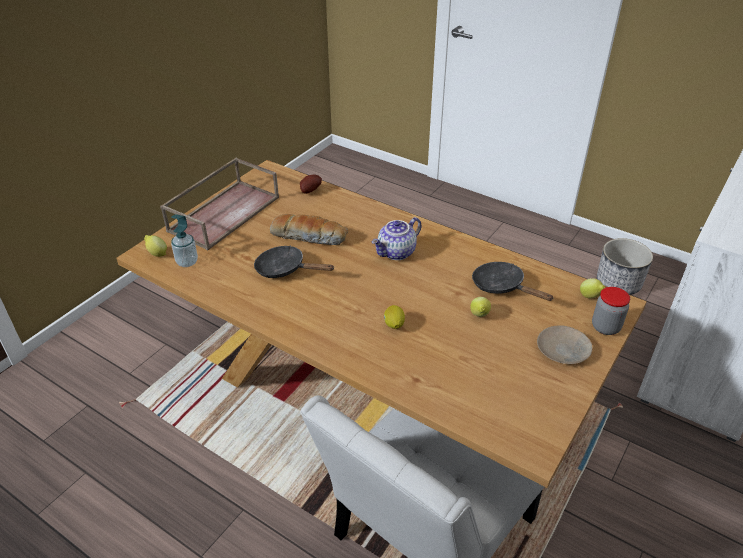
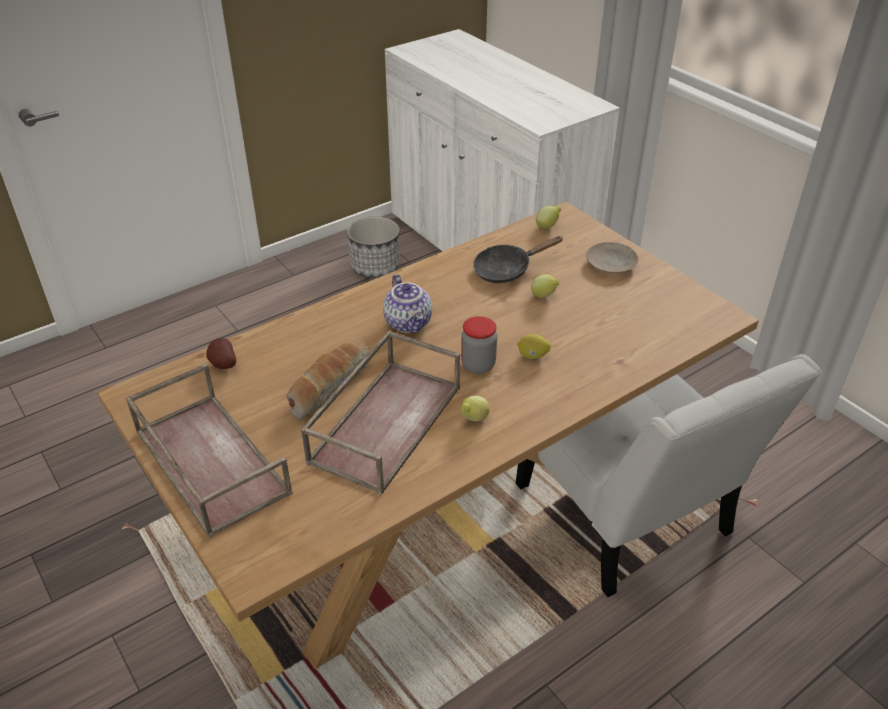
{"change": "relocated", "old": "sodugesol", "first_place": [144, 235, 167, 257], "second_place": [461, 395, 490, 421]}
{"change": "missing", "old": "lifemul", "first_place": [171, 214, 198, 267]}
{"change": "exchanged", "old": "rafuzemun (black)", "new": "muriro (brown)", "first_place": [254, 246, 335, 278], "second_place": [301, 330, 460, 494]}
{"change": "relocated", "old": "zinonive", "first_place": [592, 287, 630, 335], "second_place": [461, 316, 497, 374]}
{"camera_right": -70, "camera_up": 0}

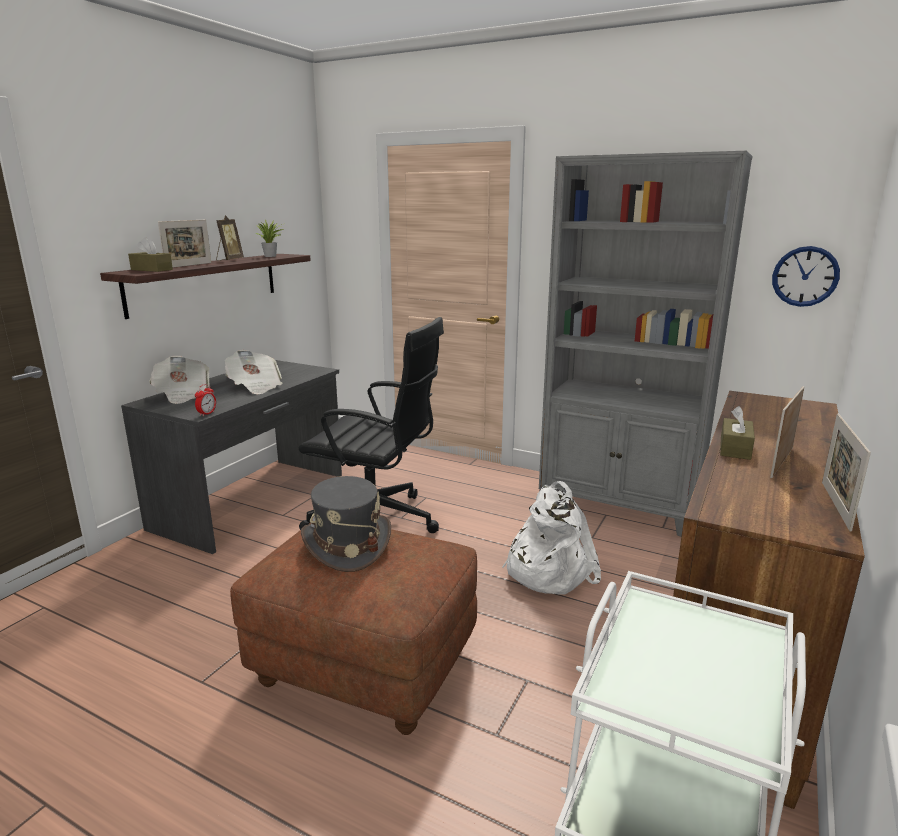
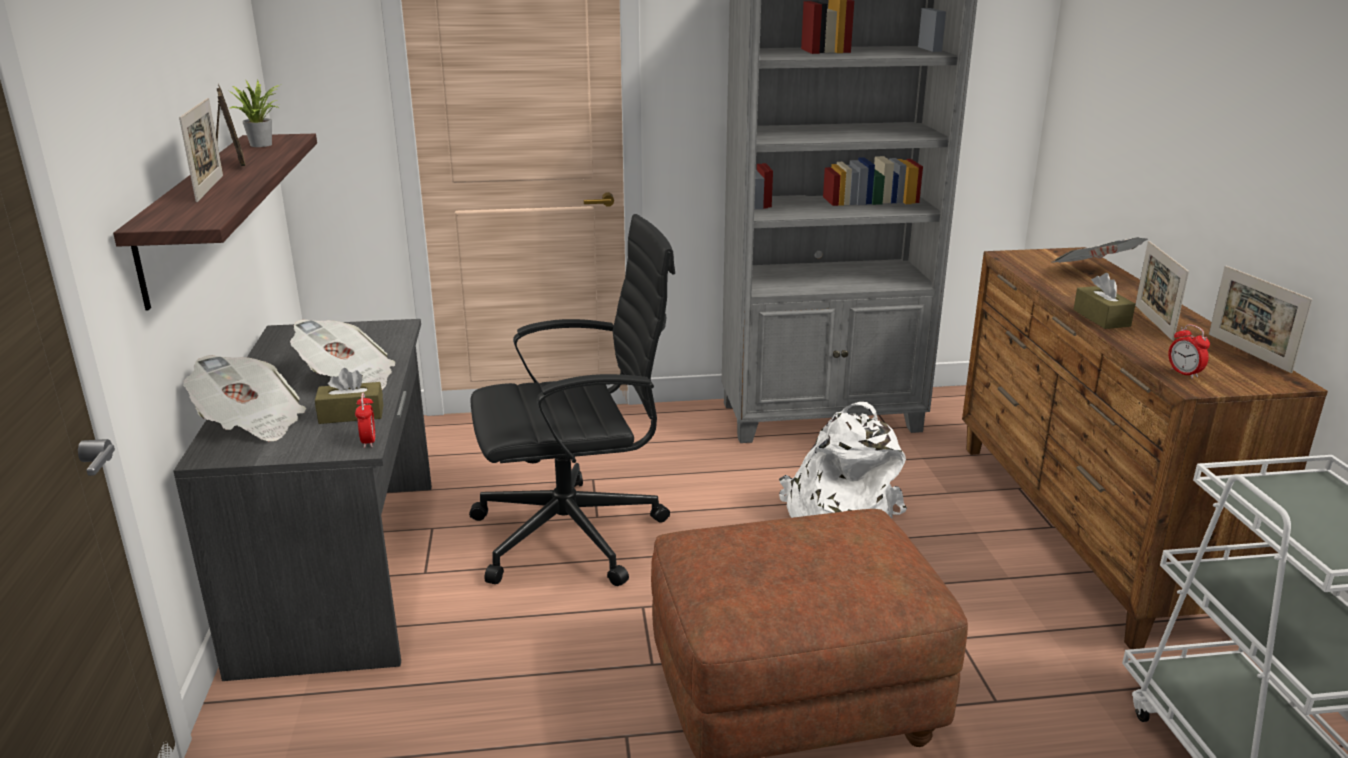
{"change": "relocated", "old": "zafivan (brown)", "first_place": [128, 237, 173, 272], "second_place": [315, 368, 383, 424]}
{"change": "missing", "old": "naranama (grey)", "first_place": [301, 476, 391, 572]}
{"change": "missing", "old": "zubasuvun", "first_place": [772, 246, 840, 307]}
{"change": "appeared", "new": "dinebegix", "second_place": [1052, 237, 1148, 263]}
{"change": "appeared", "new": "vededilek", "second_place": [1168, 324, 1210, 379]}
{"camera_right": -35, "camera_up": 5}

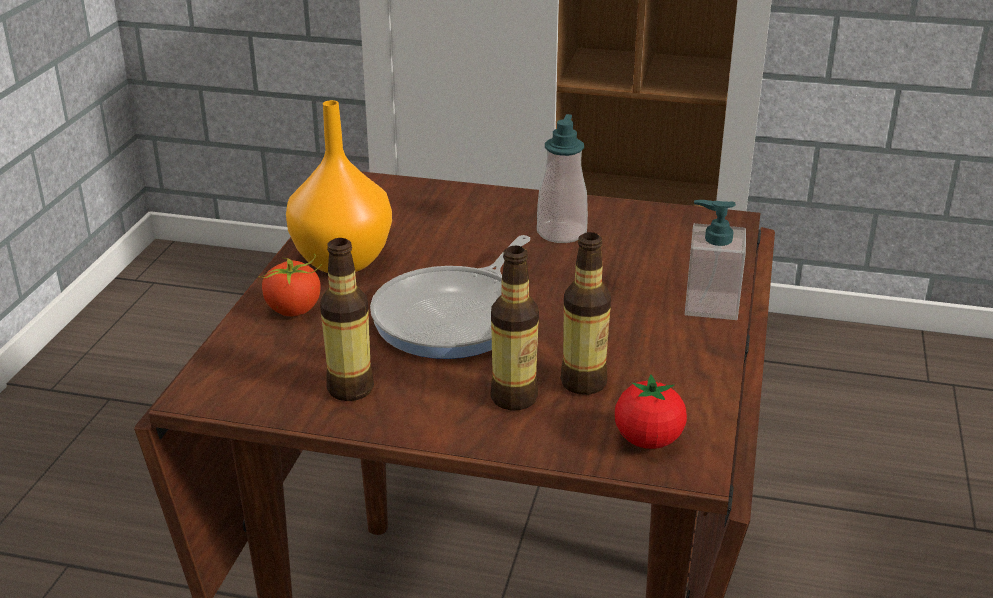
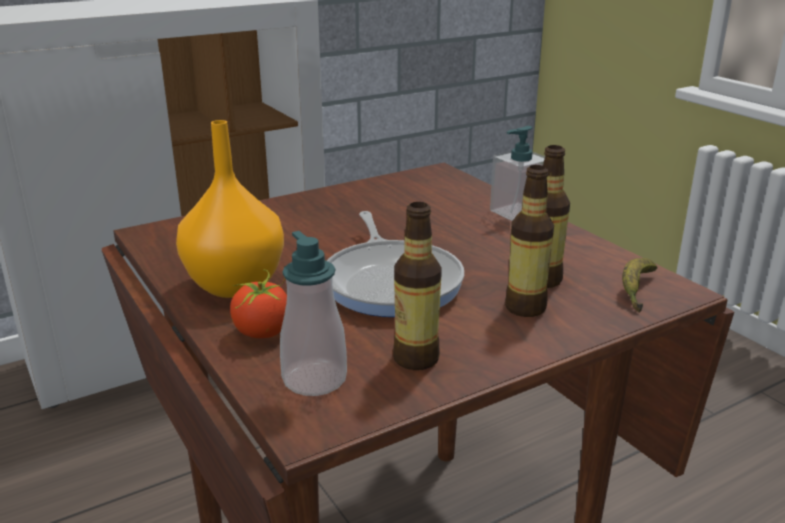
{"change": "relocated", "old": "lifemul", "first_place": [537, 114, 588, 243], "second_place": [280, 231, 347, 396]}
{"change": "exchanged", "old": "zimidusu", "new": "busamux", "first_place": [615, 374, 687, 449], "second_place": [622, 258, 658, 312]}
{"camera_right": -45, "camera_up": -5}

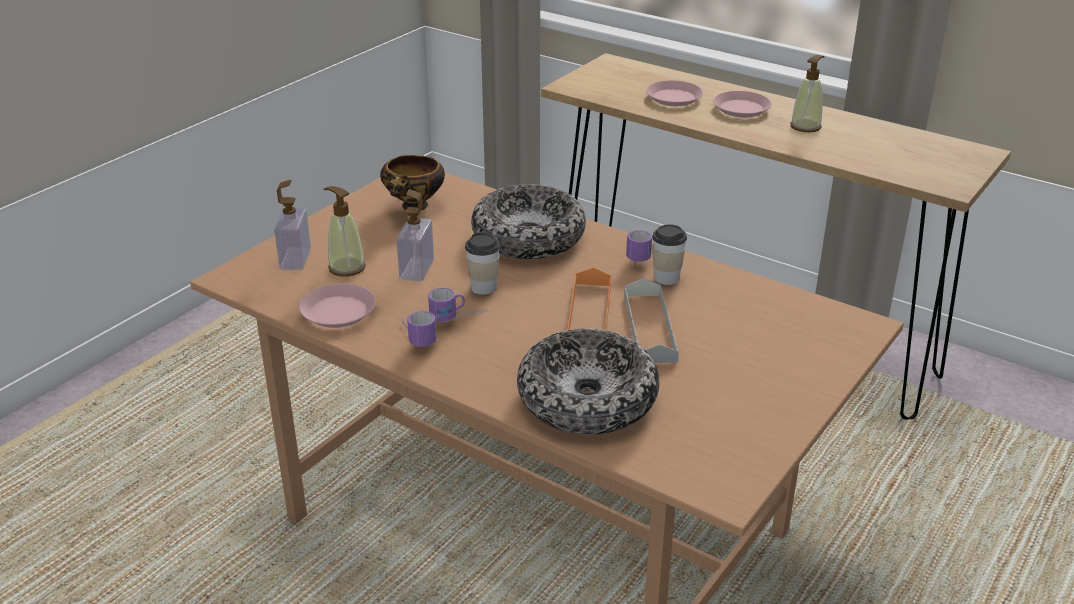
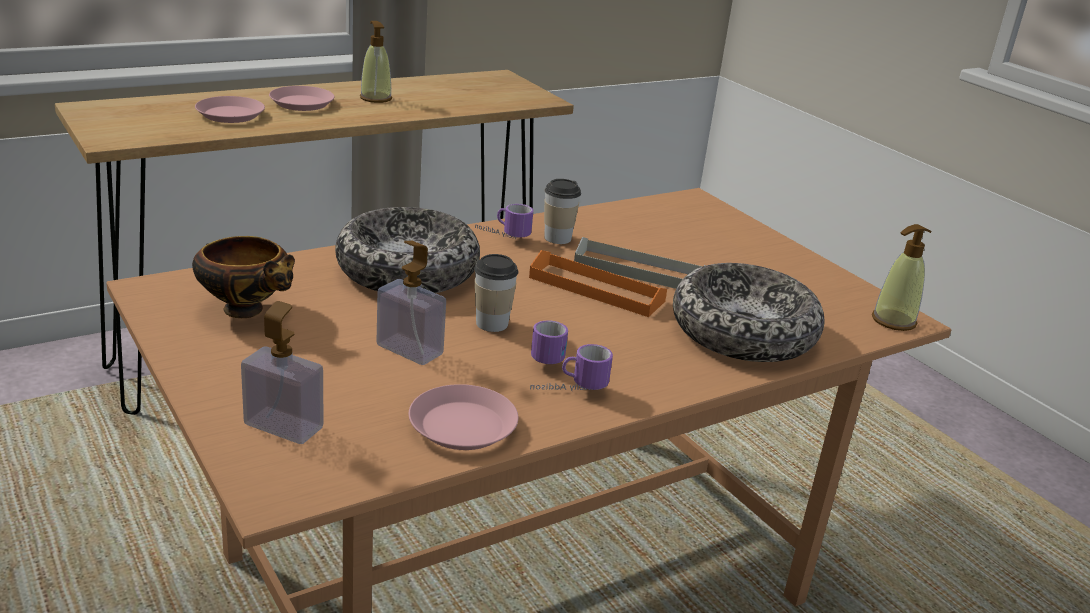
{"change": "relocated", "old": "lifemul", "first_place": [324, 186, 366, 277], "second_place": [872, 224, 932, 331]}
{"camera_right": -70, "camera_up": -5}

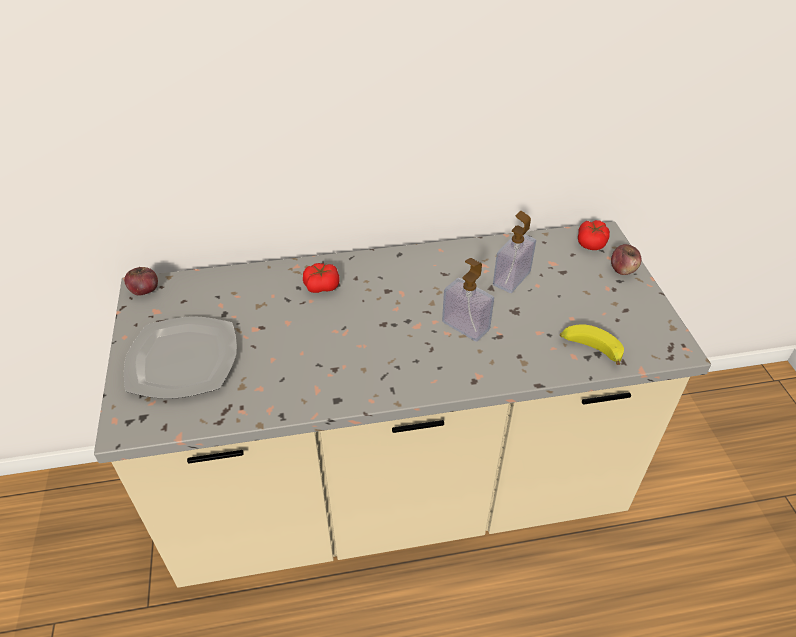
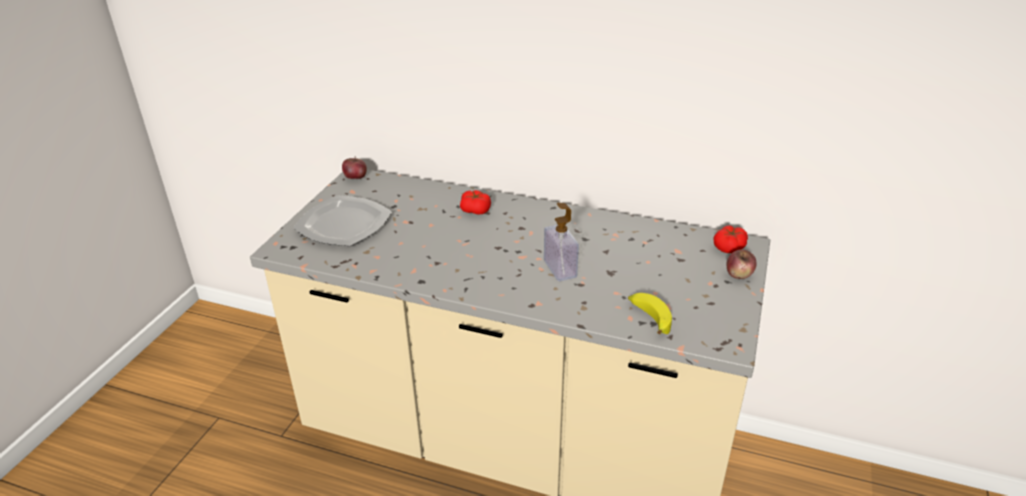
{"change": "missing", "old": "lifemul", "first_place": [493, 211, 536, 293]}
{"camera_right": 30, "camera_up": -10}

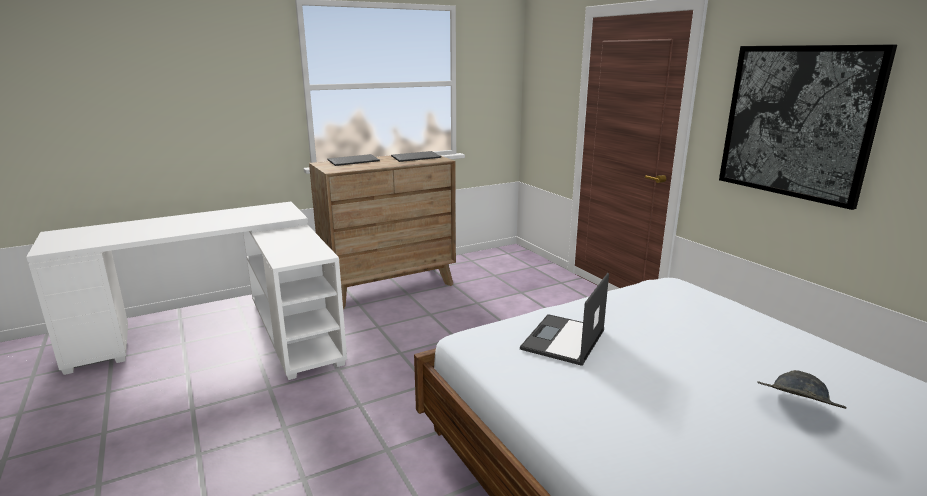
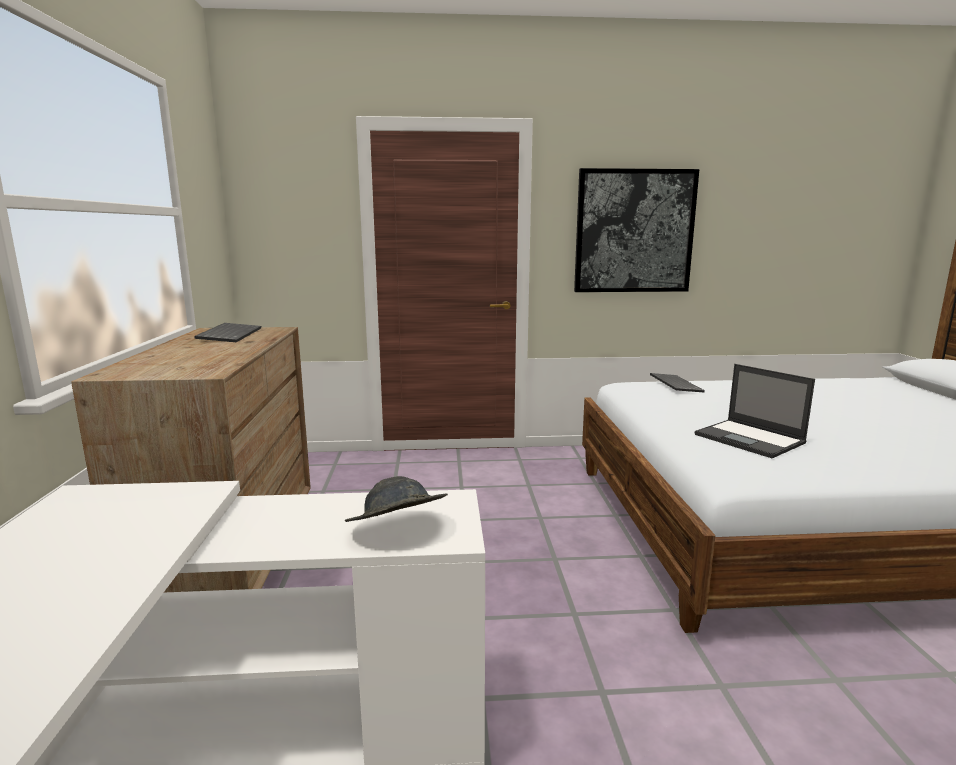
{"change": "relocated", "old": "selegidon", "first_place": [327, 154, 380, 166], "second_place": [650, 373, 705, 392]}
{"change": "relocated", "old": "naranama (grey)", "first_place": [757, 370, 846, 409], "second_place": [345, 476, 448, 522]}
{"camera_right": -65, "camera_up": -5}

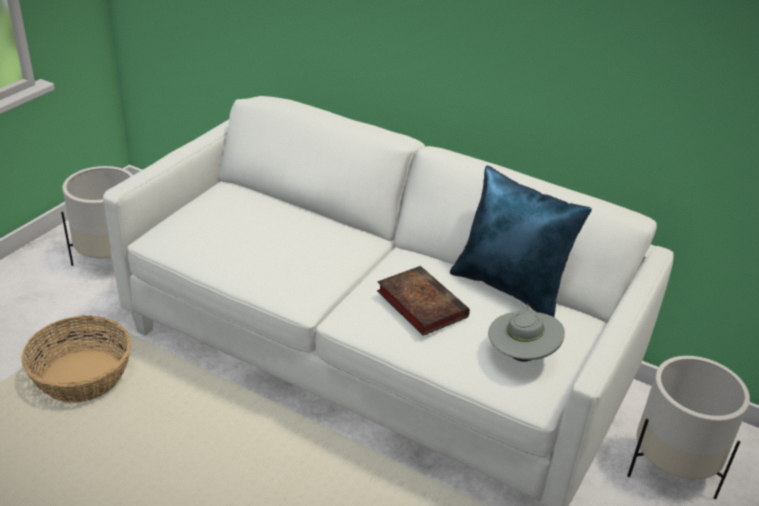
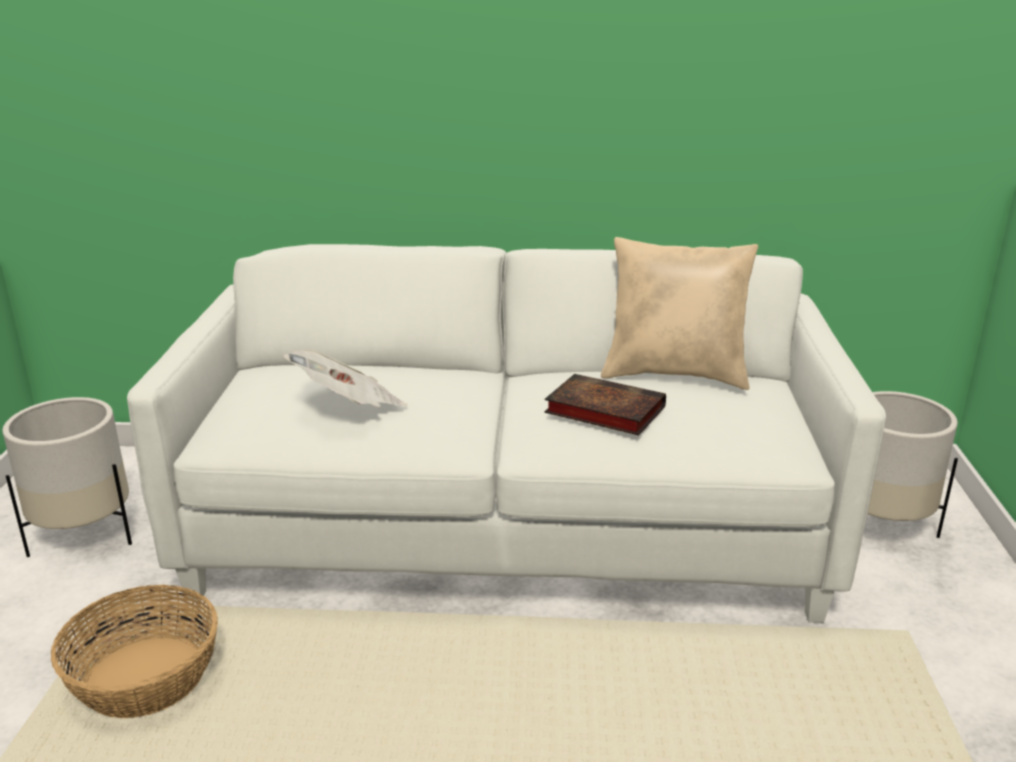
{"change": "colour", "old": "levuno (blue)", "new": "levuno (beige)", "first_place": [450, 166, 592, 317], "second_place": [601, 237, 758, 390]}
{"change": "missing", "old": "naranama (grey)", "first_place": [488, 303, 565, 362]}
{"change": "appeared", "new": "dinebegix", "second_place": [283, 350, 408, 407]}
{"camera_right": -25, "camera_up": -10}

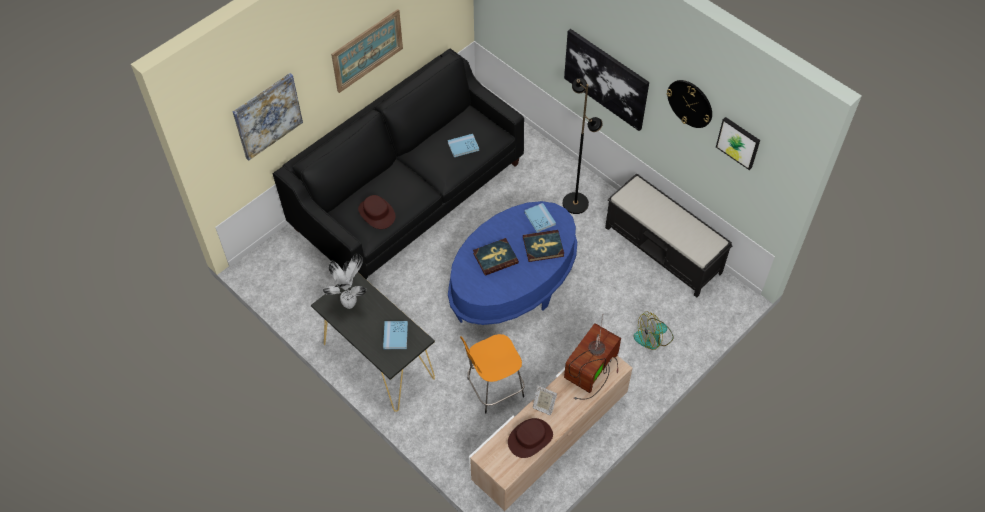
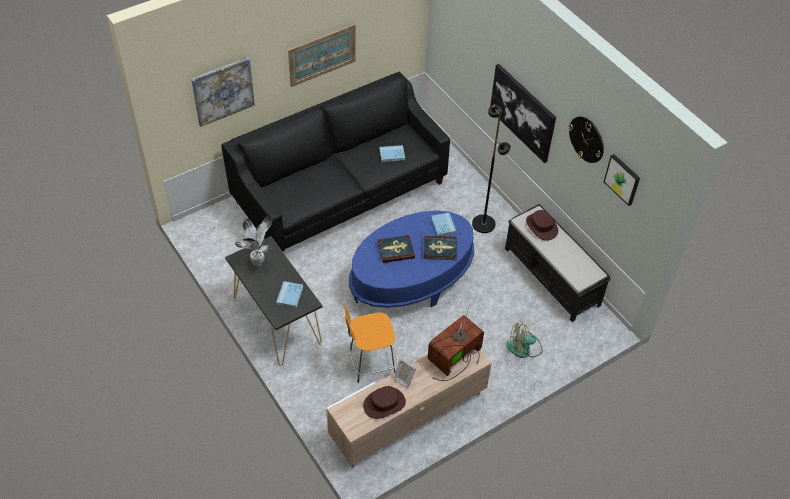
{"change": "relocated", "old": "naranama (brown)", "first_place": [358, 195, 395, 229], "second_place": [526, 210, 558, 241]}
{"camera_right": 10, "camera_up": -5}

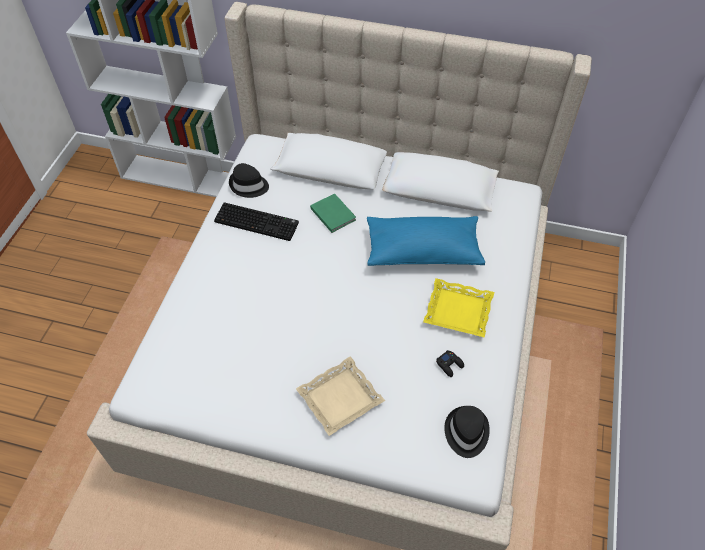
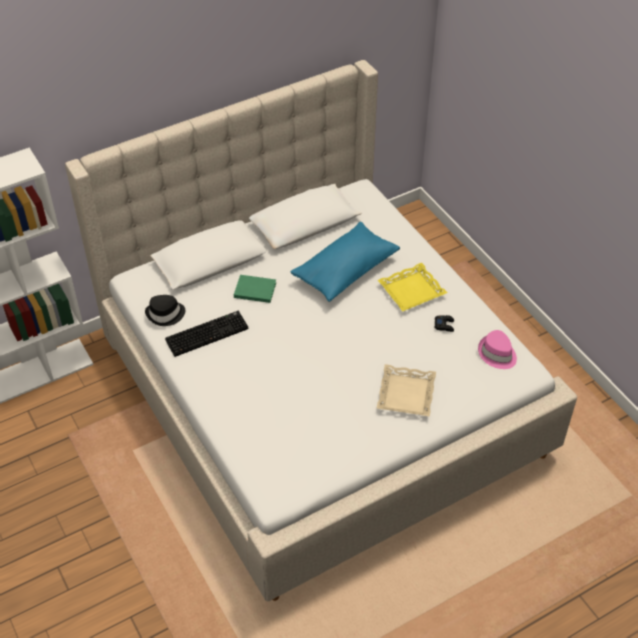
{"change": "colour", "old": "naranama (black)", "new": "naranama (pink)", "first_place": [444, 406, 490, 458], "second_place": [478, 330, 517, 369]}
{"camera_right": -45, "camera_up": -5}

